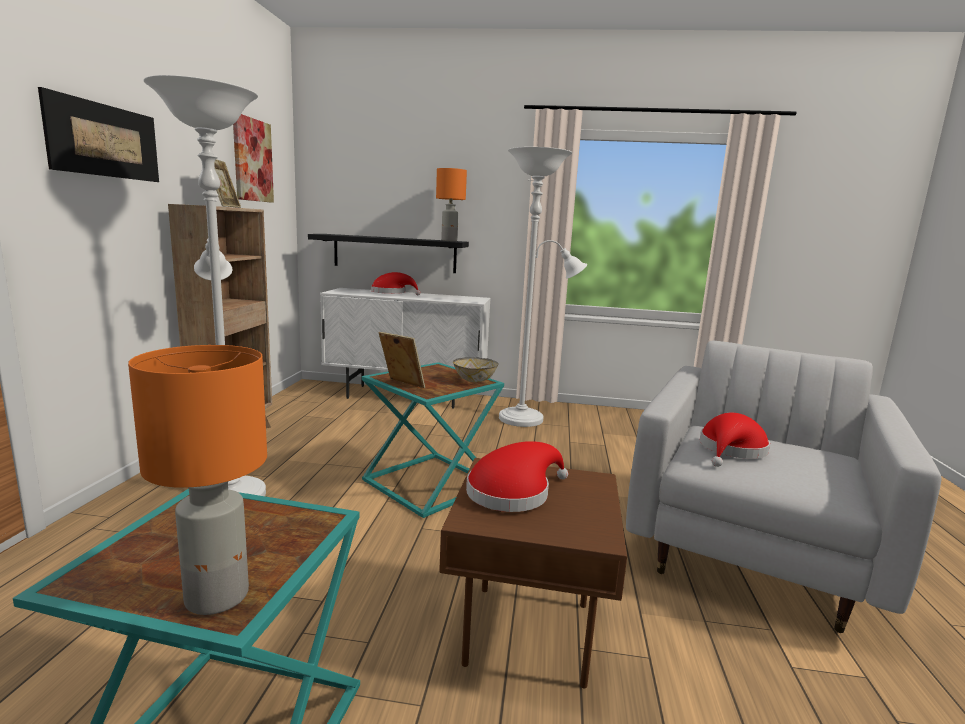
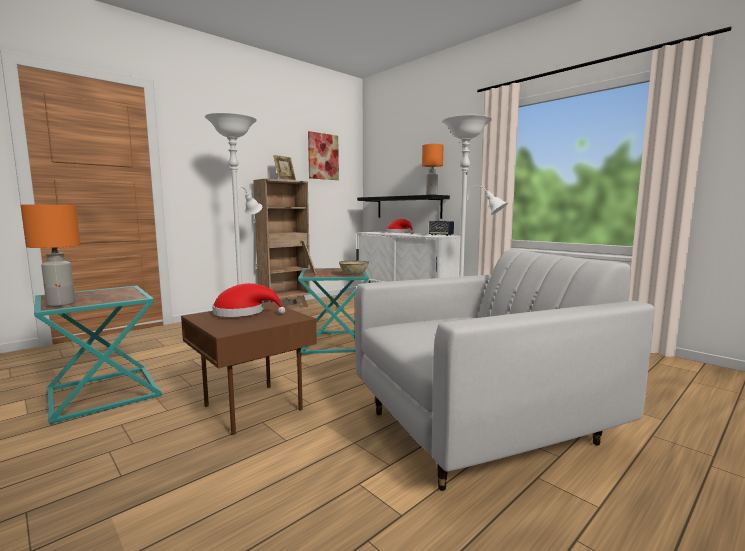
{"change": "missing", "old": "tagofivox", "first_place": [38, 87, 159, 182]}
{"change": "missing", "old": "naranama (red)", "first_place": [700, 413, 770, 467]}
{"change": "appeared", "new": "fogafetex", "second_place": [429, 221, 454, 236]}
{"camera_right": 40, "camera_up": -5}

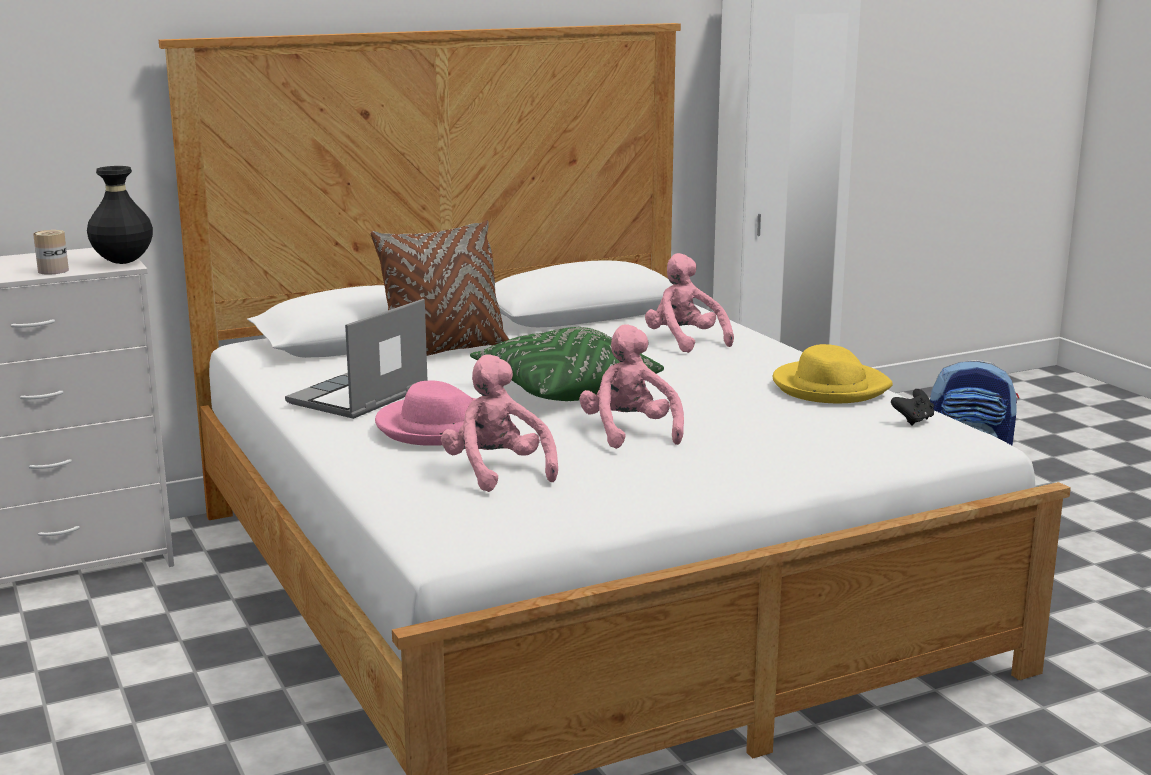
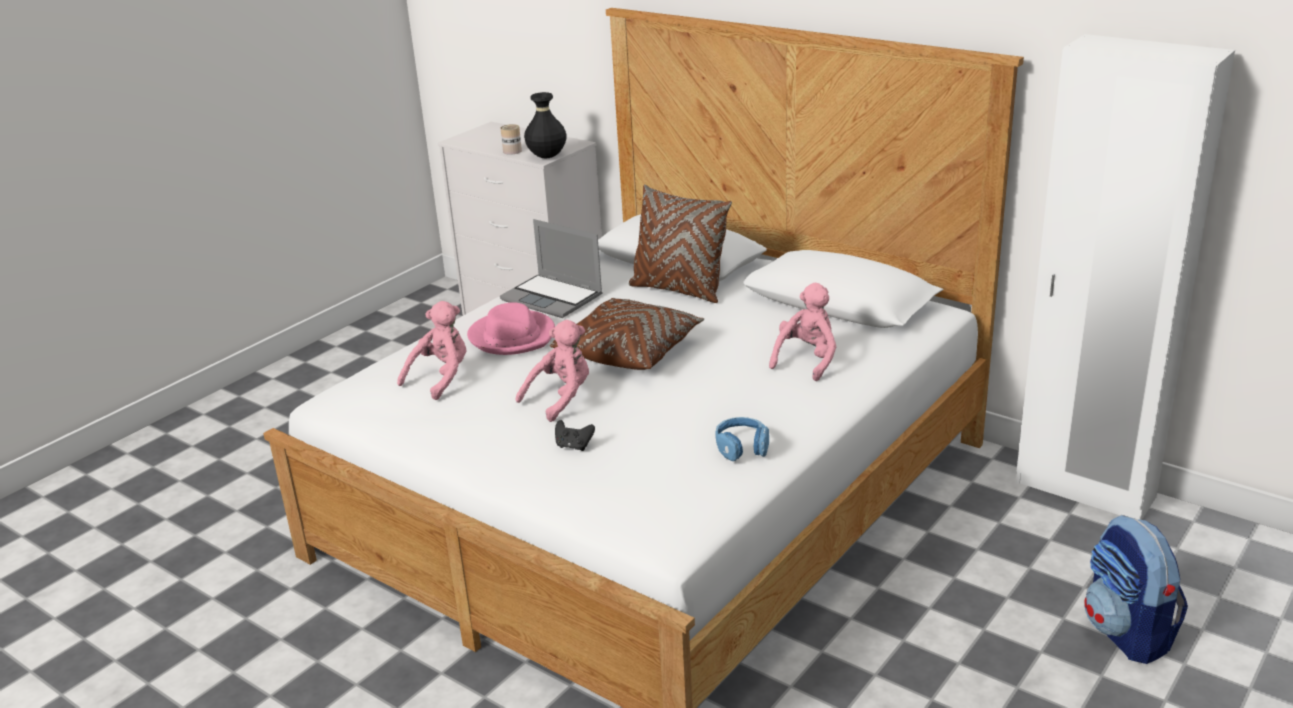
{"change": "spun", "old": "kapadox", "first_place": [285, 299, 428, 419], "second_place": [500, 219, 603, 318], "degrees": -150}
{"change": "colour", "old": "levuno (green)", "new": "levuno (brown)", "first_place": [470, 327, 664, 401], "second_place": [550, 298, 704, 370]}
{"change": "exchanged", "old": "naranama (yellow)", "new": "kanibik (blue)", "first_place": [773, 344, 893, 403], "second_place": [715, 417, 769, 461]}
{"change": "relocated", "old": "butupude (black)", "first_place": [891, 389, 934, 426], "second_place": [555, 420, 595, 451]}
{"camera_right": 65, "camera_up": 10}

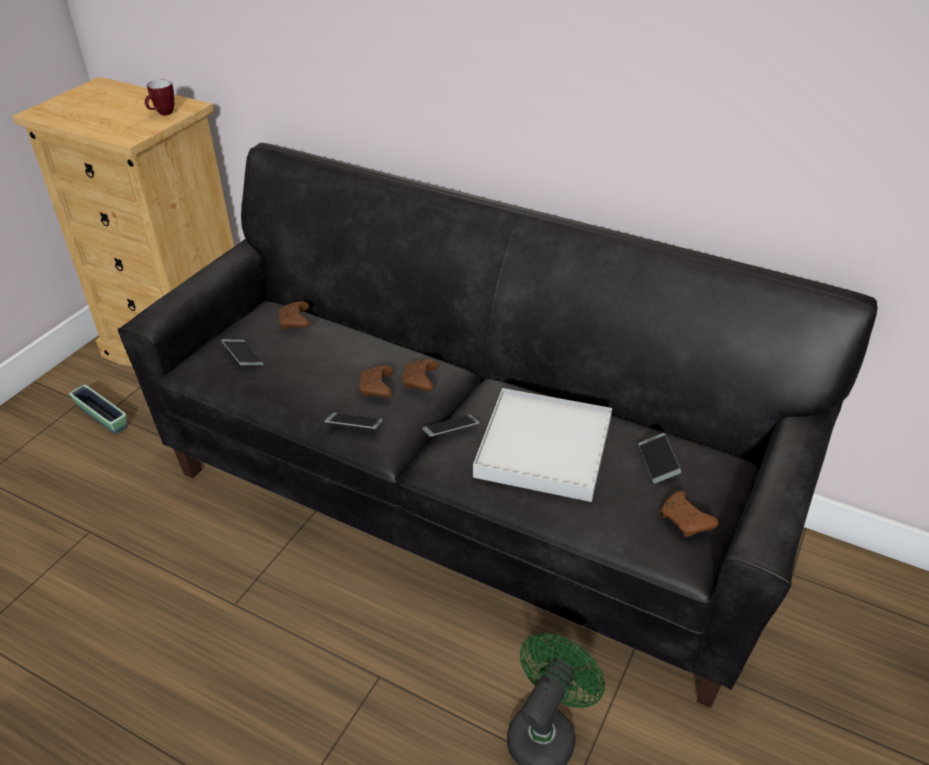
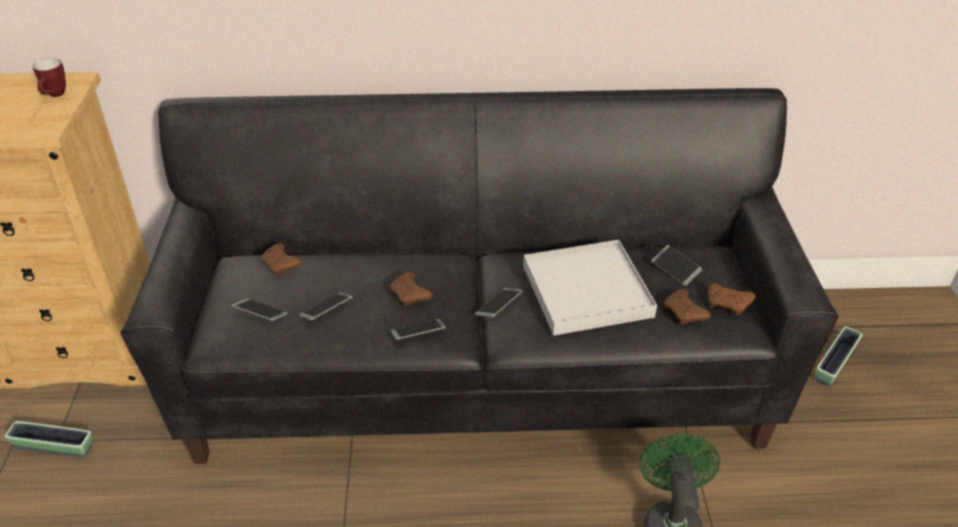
{"change": "relocated", "old": "butupude (brown)", "first_place": [402, 359, 439, 391], "second_place": [664, 289, 711, 324]}
{"change": "appeared", "new": "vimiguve", "second_place": [299, 292, 352, 320]}
{"change": "appeared", "new": "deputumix", "second_place": [816, 326, 863, 386]}
{"camera_right": -30, "camera_up": 0}

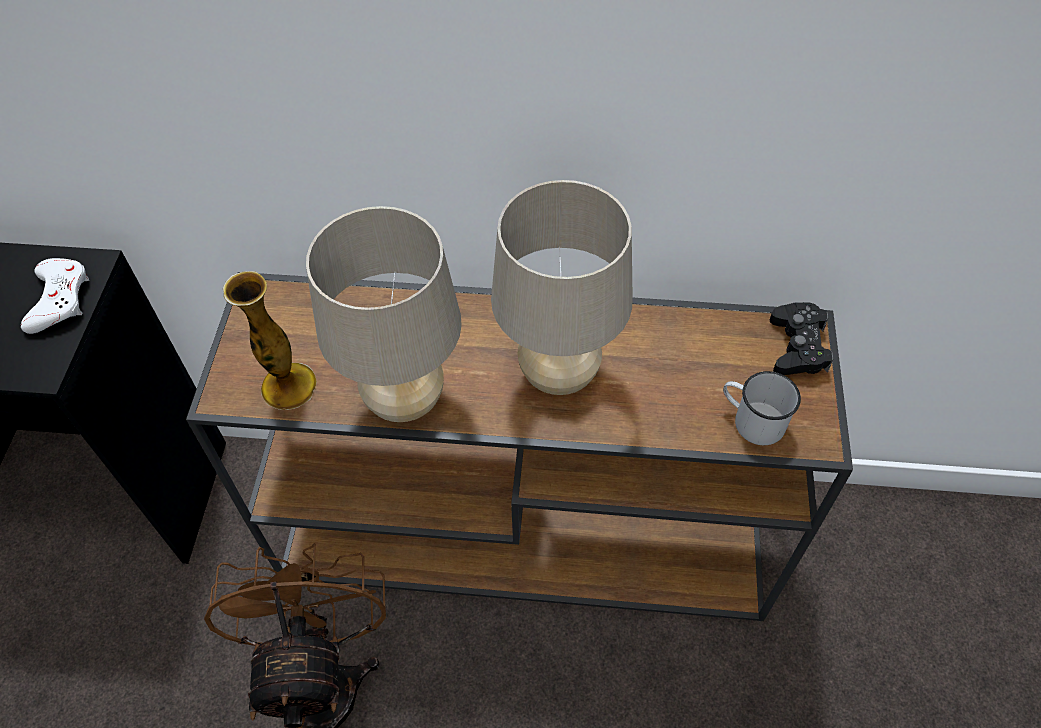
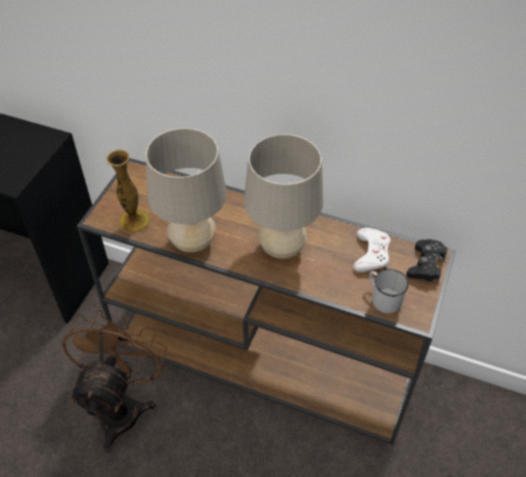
{"change": "relocated", "old": "butupude (white)", "first_place": [21, 258, 89, 334], "second_place": [353, 228, 391, 272]}
{"camera_right": 15, "camera_up": -5}

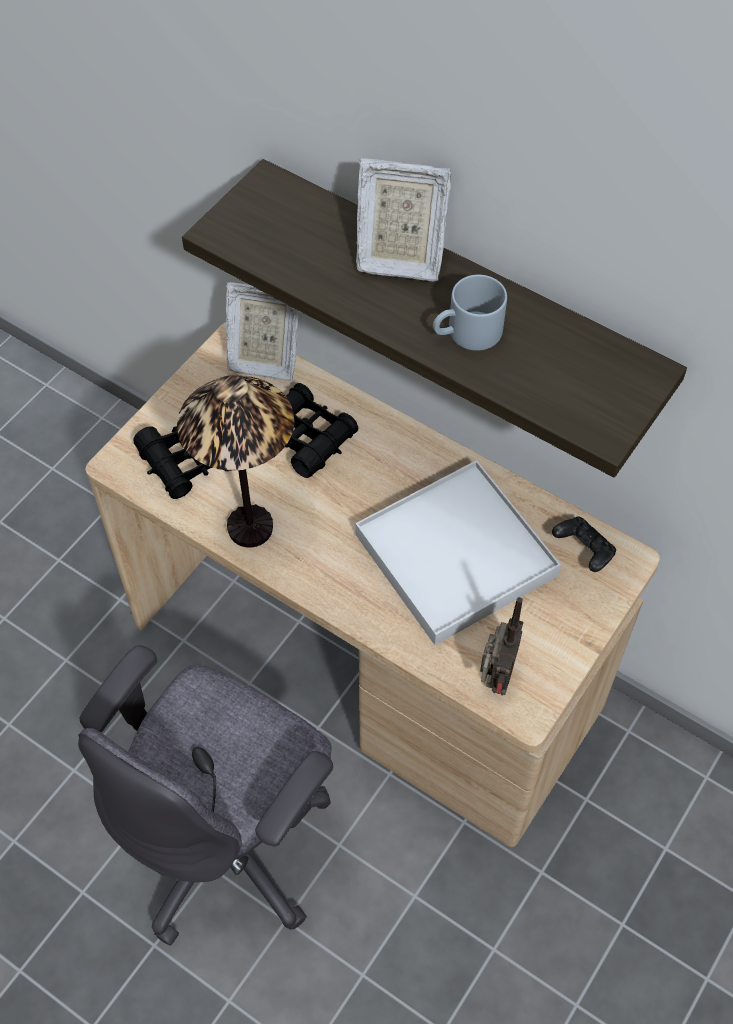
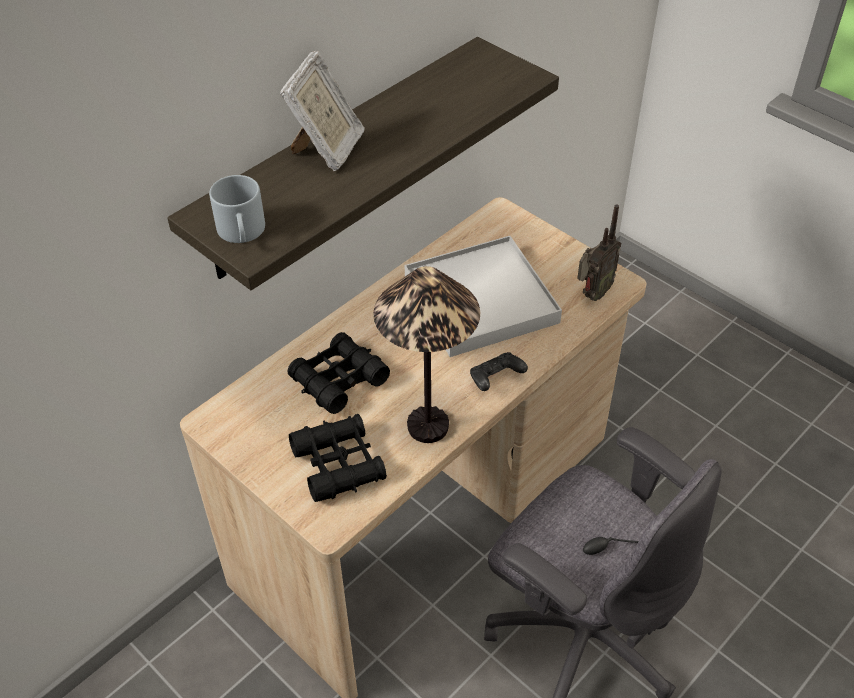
{"change": "missing", "old": "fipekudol", "first_place": [226, 282, 299, 381]}
{"change": "relocated", "old": "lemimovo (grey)", "first_place": [433, 275, 507, 351], "second_place": [209, 175, 265, 243]}
{"change": "spun", "old": "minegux", "first_place": [480, 597, 523, 696], "second_place": [577, 205, 621, 301], "degrees": 105}
{"change": "relocated", "old": "butupude (black)", "first_place": [552, 516, 616, 572], "second_place": [470, 352, 528, 391]}
{"camera_right": -80, "camera_up": -10}

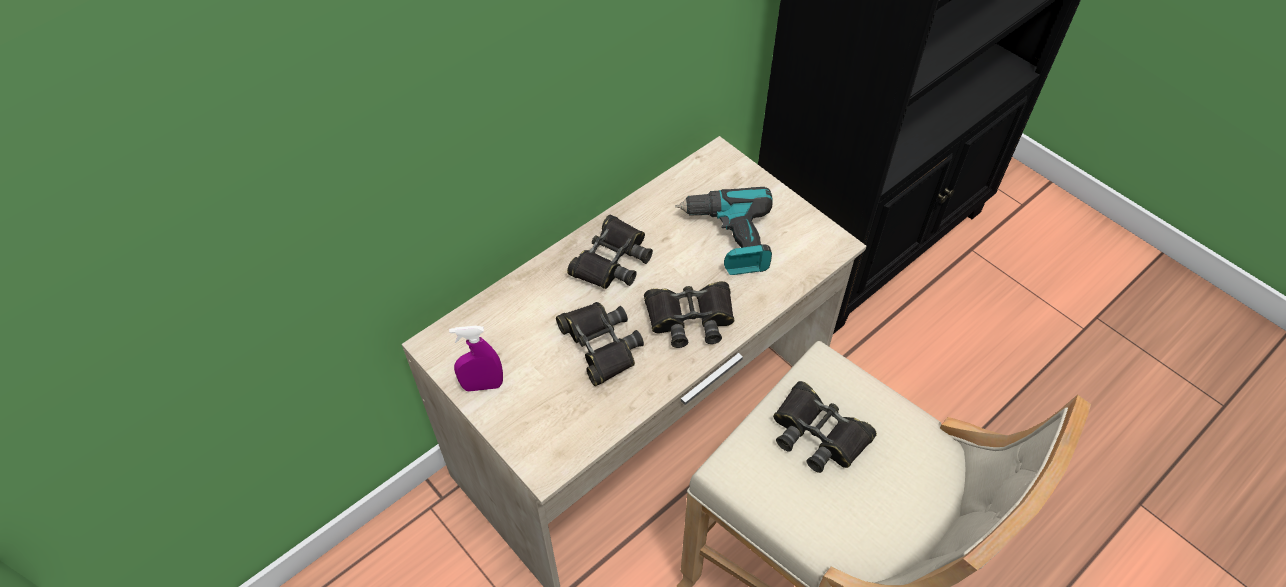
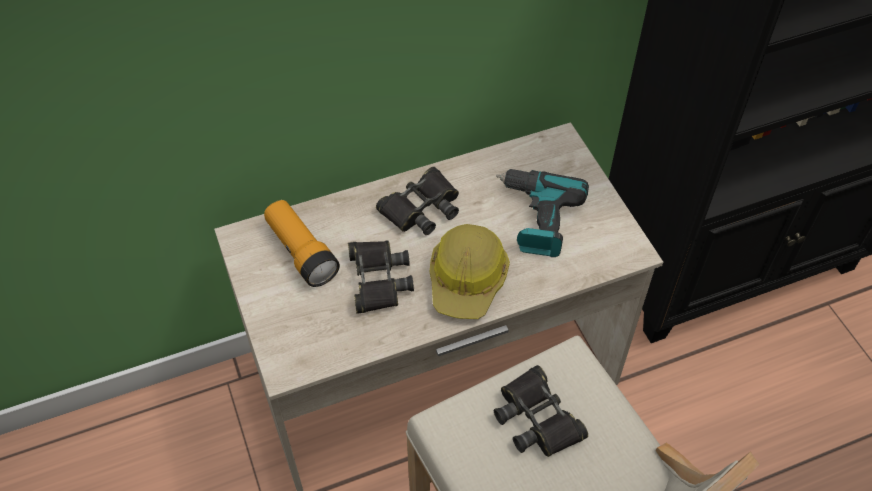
{"change": "missing", "old": "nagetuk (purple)", "first_place": [449, 326, 503, 391]}
{"change": "exchanged", "old": "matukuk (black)", "new": "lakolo", "first_place": [644, 281, 734, 348], "second_place": [430, 224, 510, 319]}
{"change": "appeared", "new": "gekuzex", "second_place": [264, 200, 340, 287]}
{"camera_right": 20, "camera_up": 0}

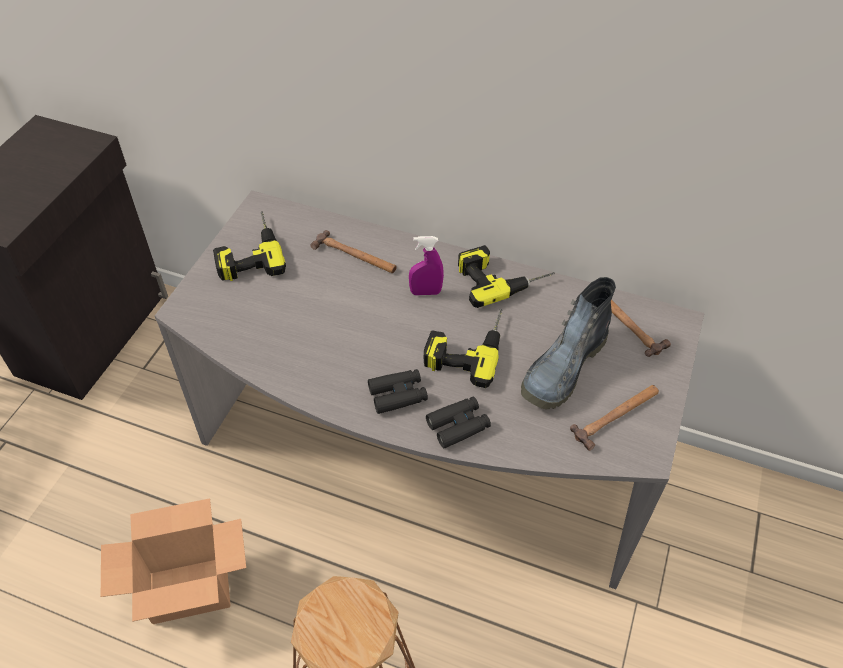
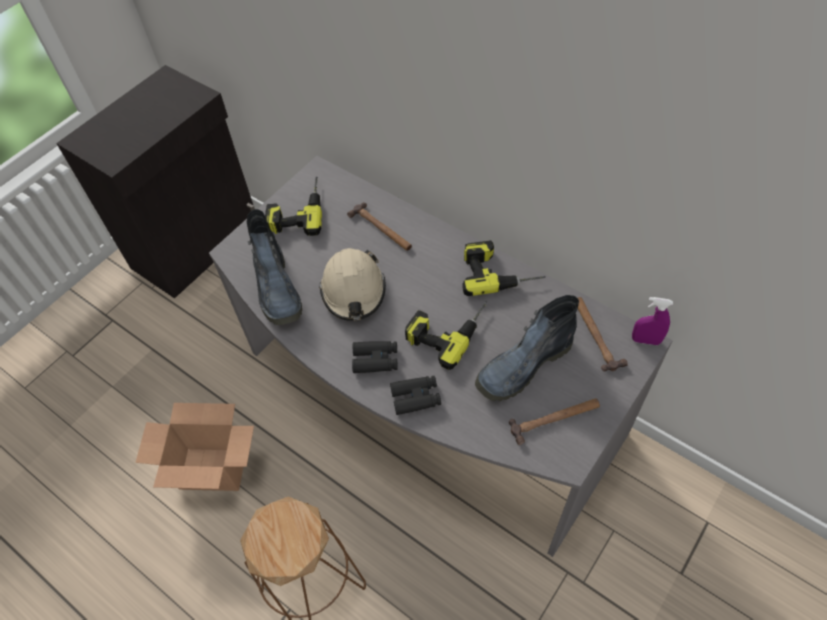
{"change": "relocated", "old": "nagetuk (purple)", "first_place": [409, 236, 444, 296], "second_place": [632, 297, 673, 345]}
{"change": "appeared", "new": "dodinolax", "second_place": [247, 209, 302, 325]}
{"change": "appeared", "new": "lakolo (beige)", "second_place": [319, 248, 386, 321]}
{"camera_right": 20, "camera_up": 5}

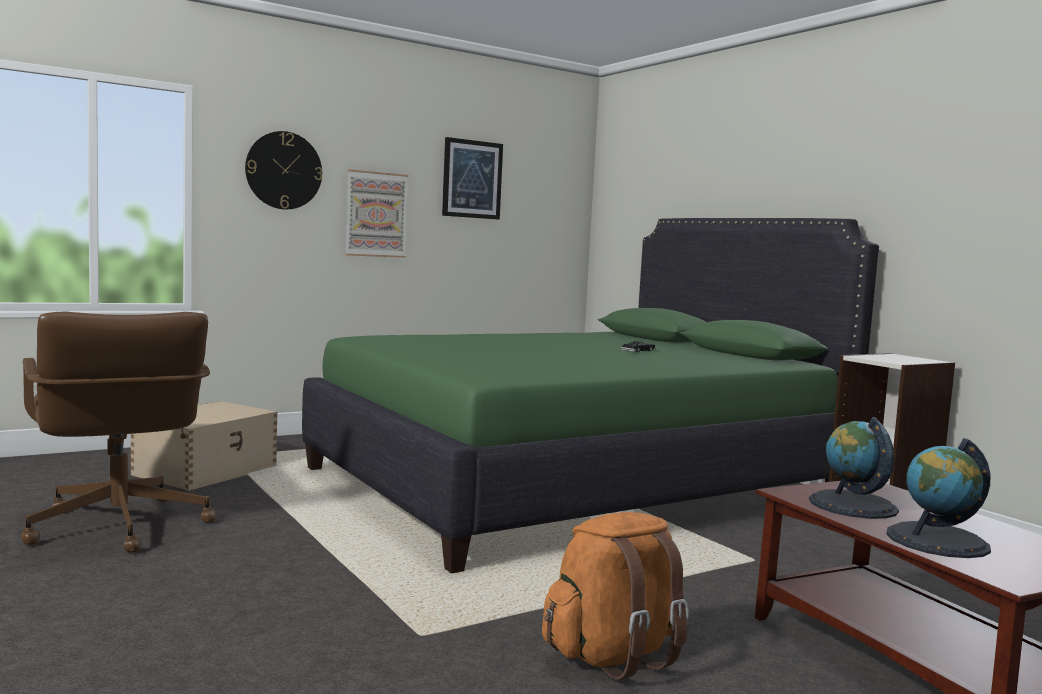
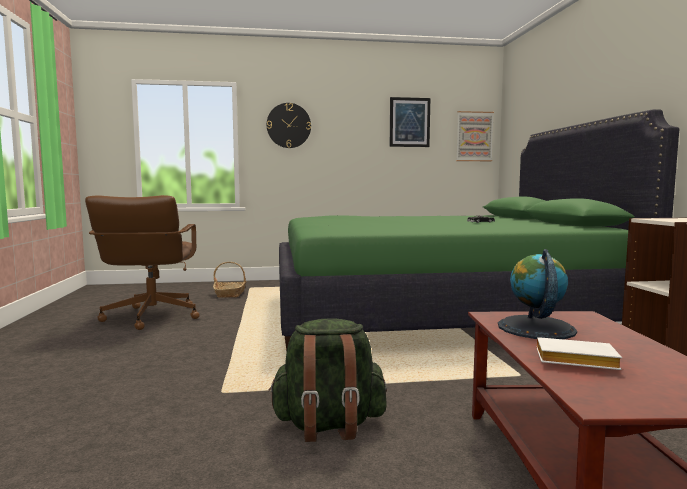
{"change": "exchanged", "old": "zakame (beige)", "new": "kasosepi", "first_place": [131, 401, 277, 491], "second_place": [213, 262, 247, 298]}
{"change": "relocated", "old": "tagofivox", "first_place": [345, 169, 408, 258], "second_place": [456, 111, 494, 161]}
{"change": "colour", "old": "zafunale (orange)", "new": "zafunale (green)", "first_place": [542, 512, 689, 680], "second_place": [268, 319, 387, 442]}
{"change": "exchanged", "old": "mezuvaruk", "new": "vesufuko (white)", "first_place": [886, 438, 991, 558], "second_place": [537, 337, 622, 370]}
{"camera_right": 25, "camera_up": 0}

